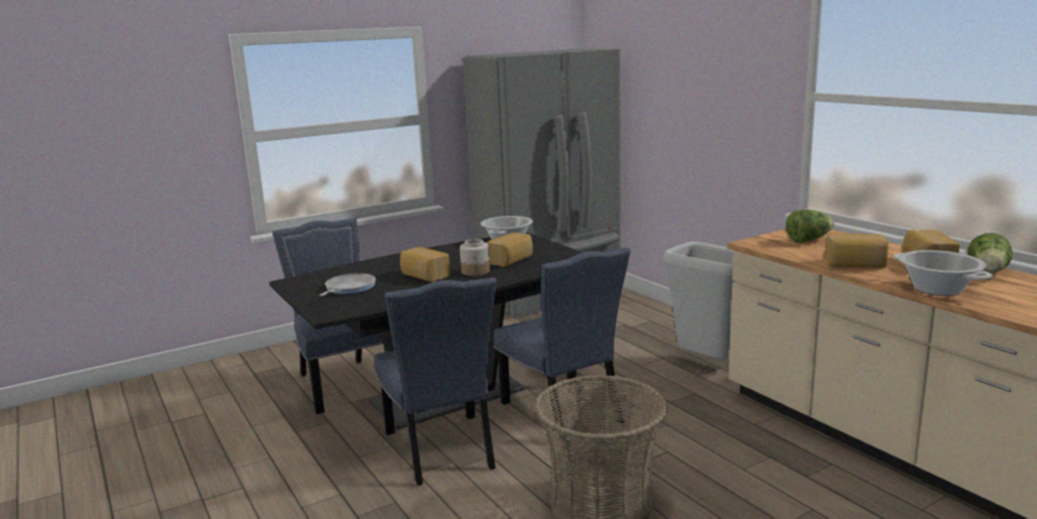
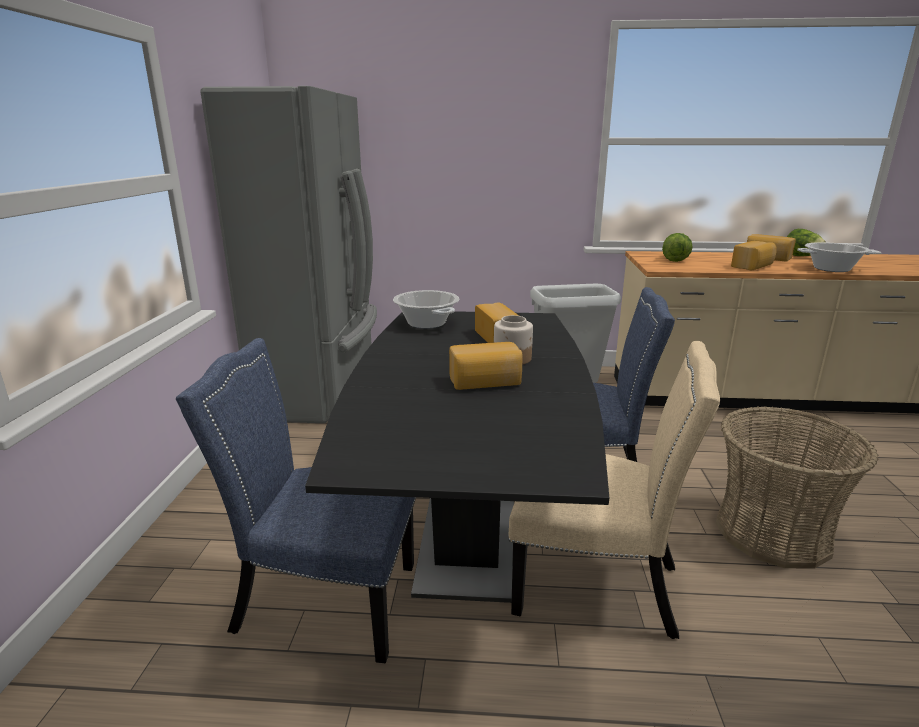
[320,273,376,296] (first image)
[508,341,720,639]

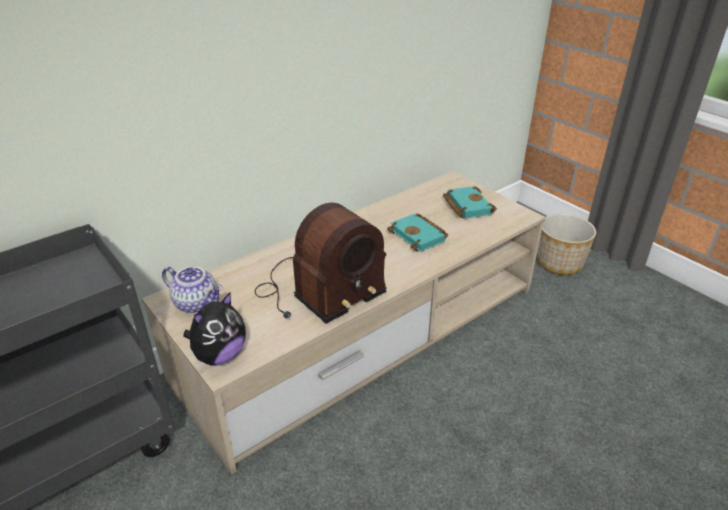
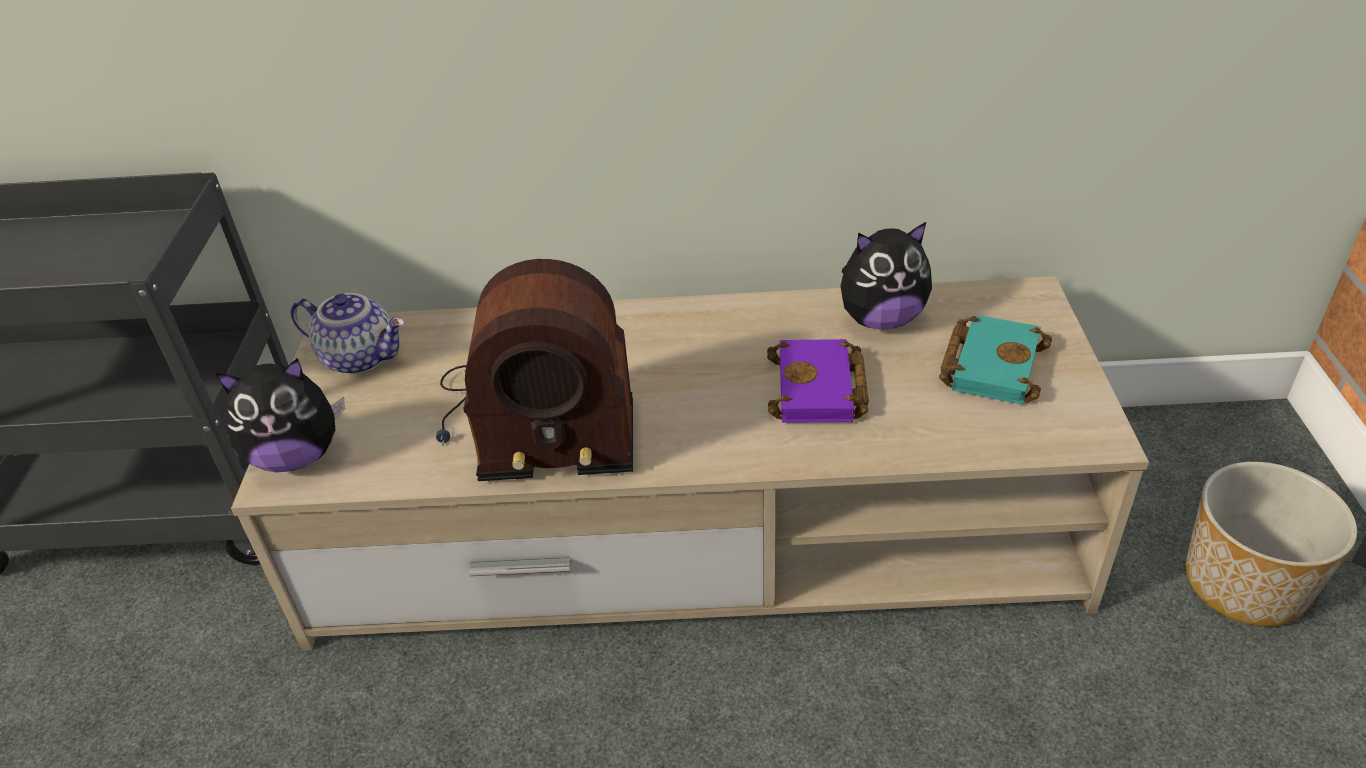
[841,222,932,330]
[767,339,869,422]
[291,293,405,375]

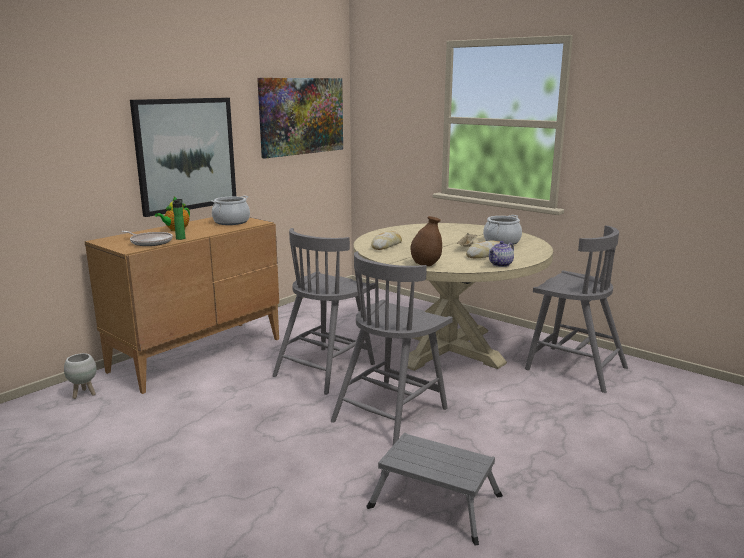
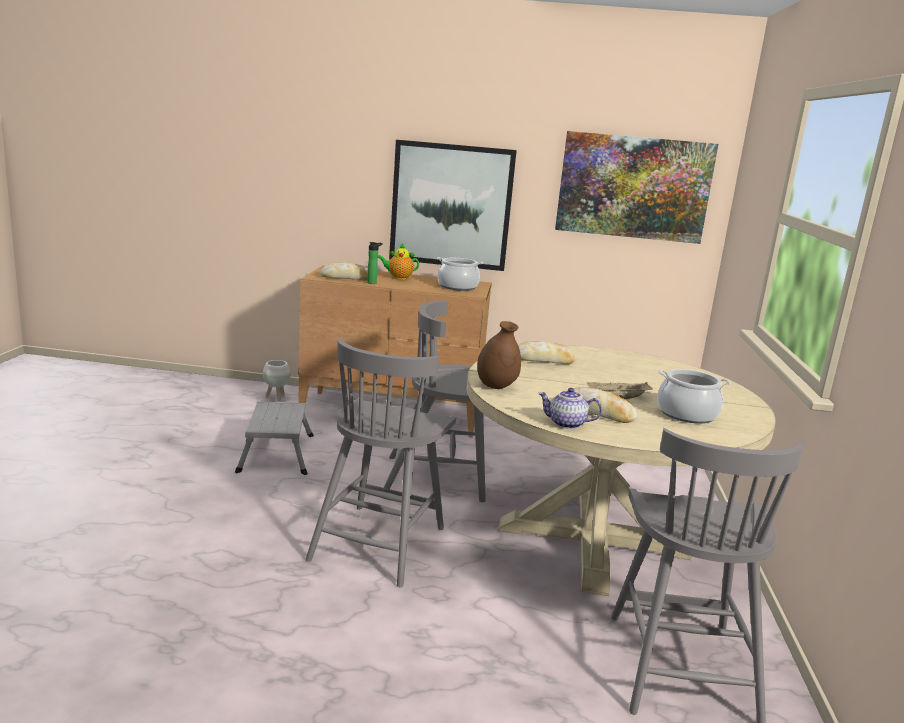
[235,401,314,475]
[321,262,368,280]
[305,338,456,587]

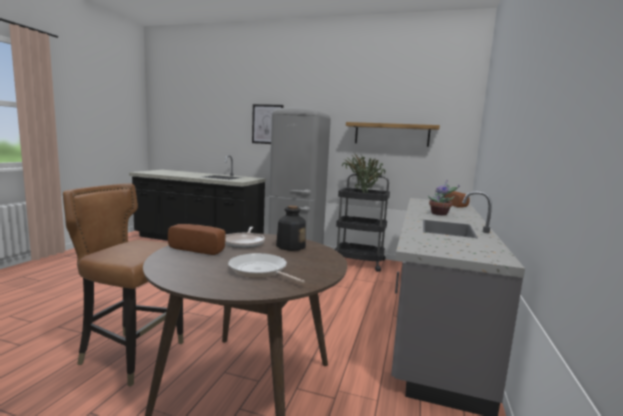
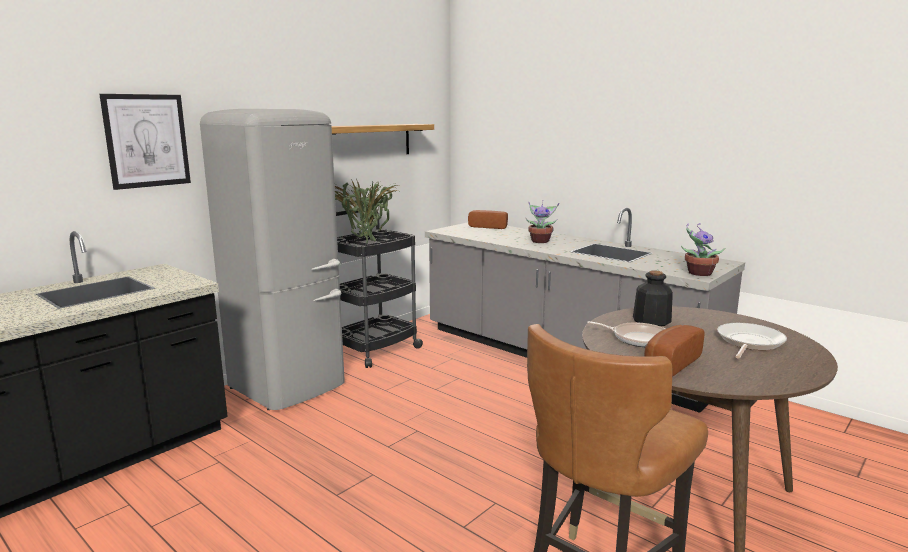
[681,223,725,276]
[717,323,787,359]

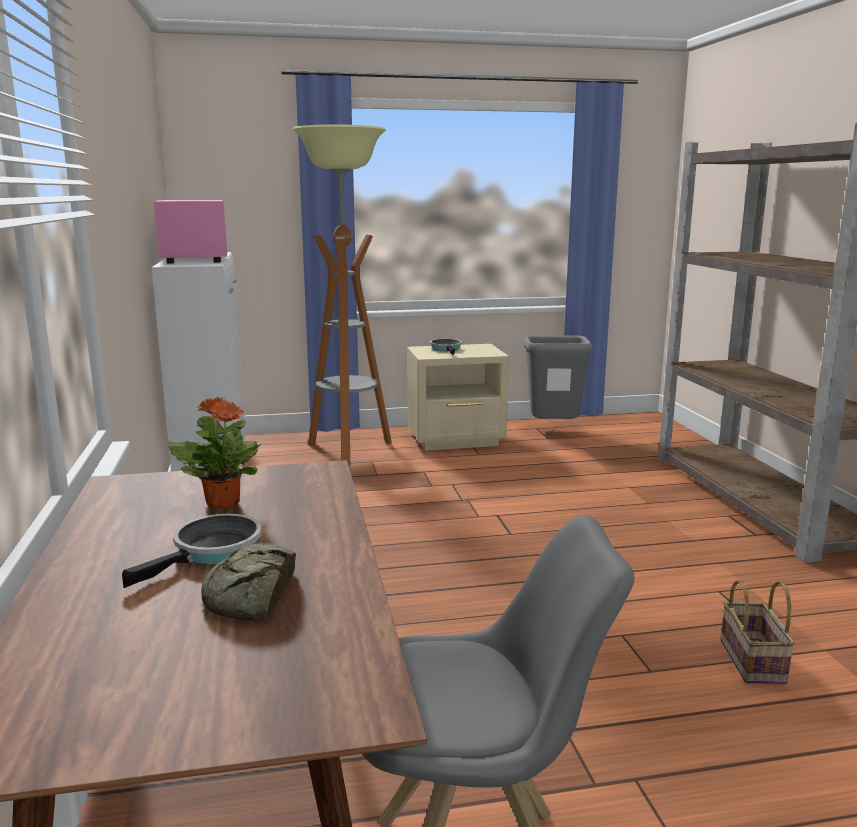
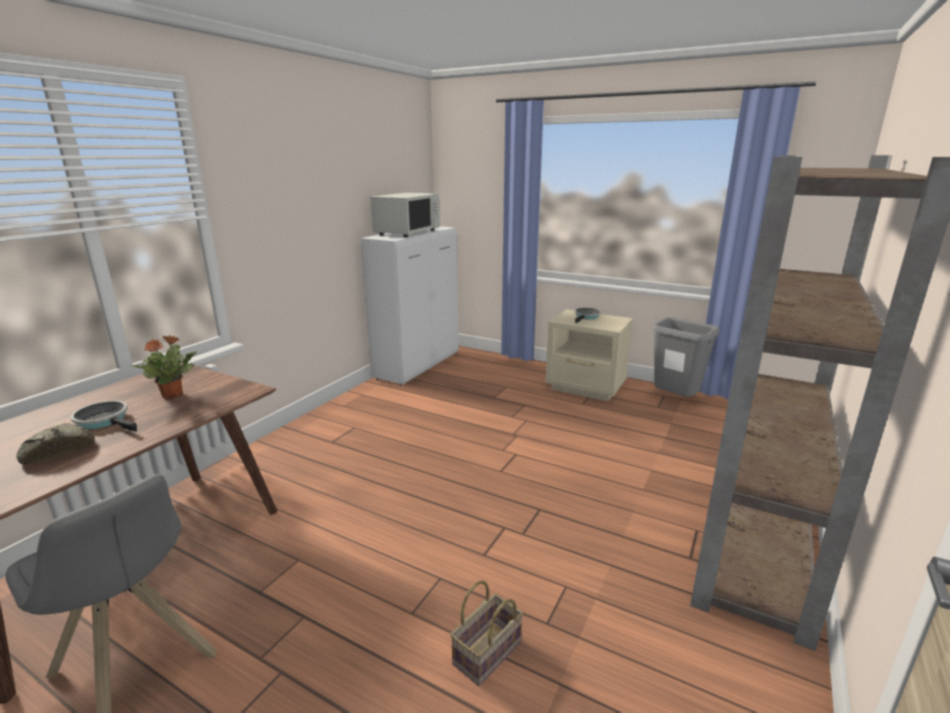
[293,124,392,466] (first image)
[370,193,440,238]
[70,400,137,432]

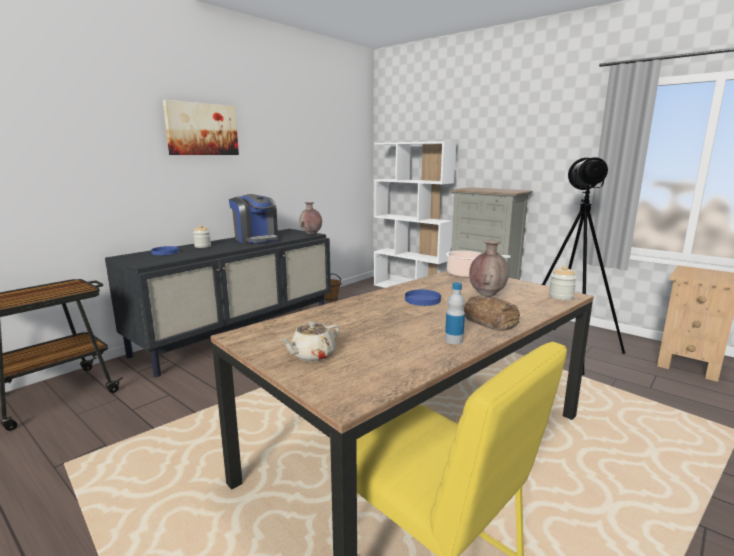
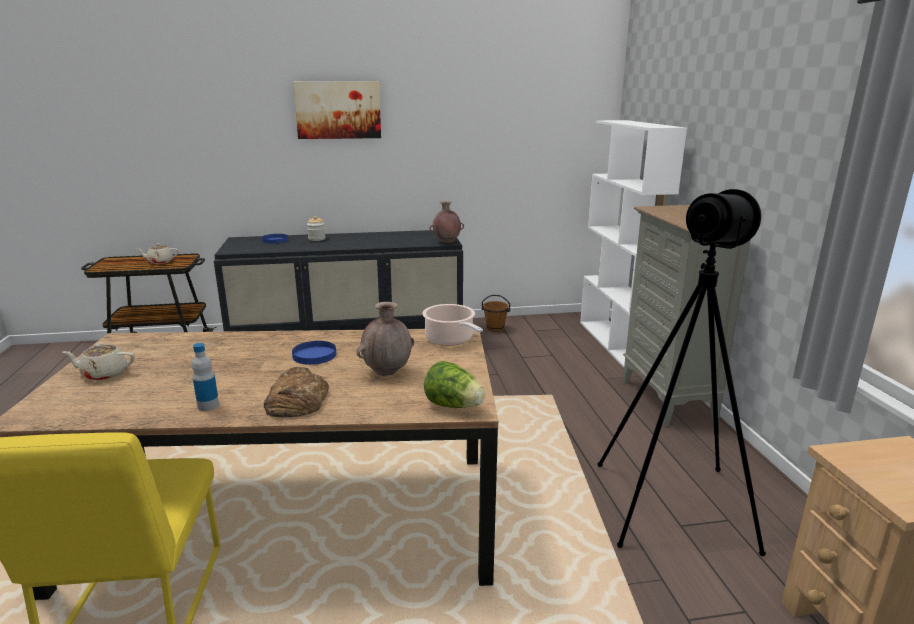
[229,194,278,243] (first image)
[137,243,179,264]
[424,361,485,408]

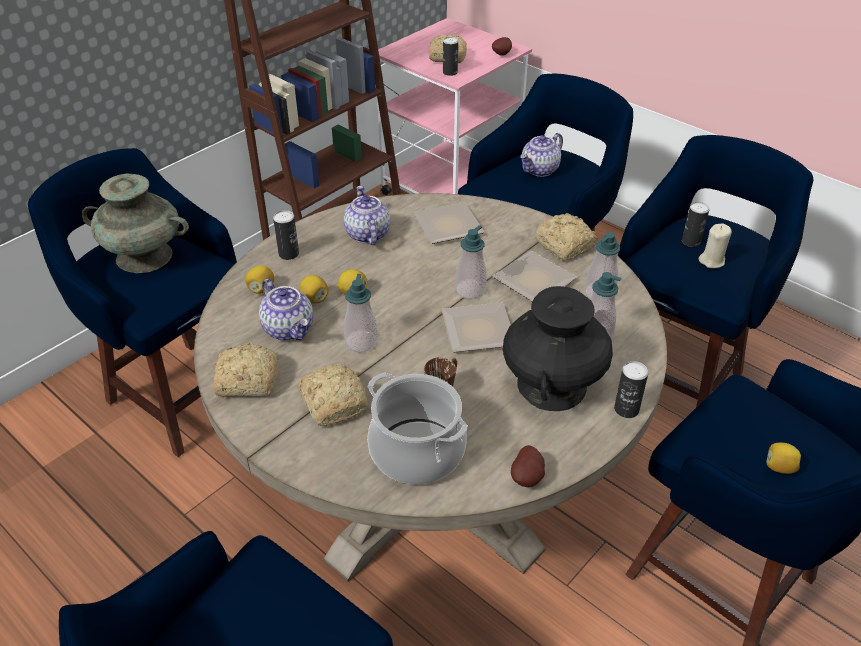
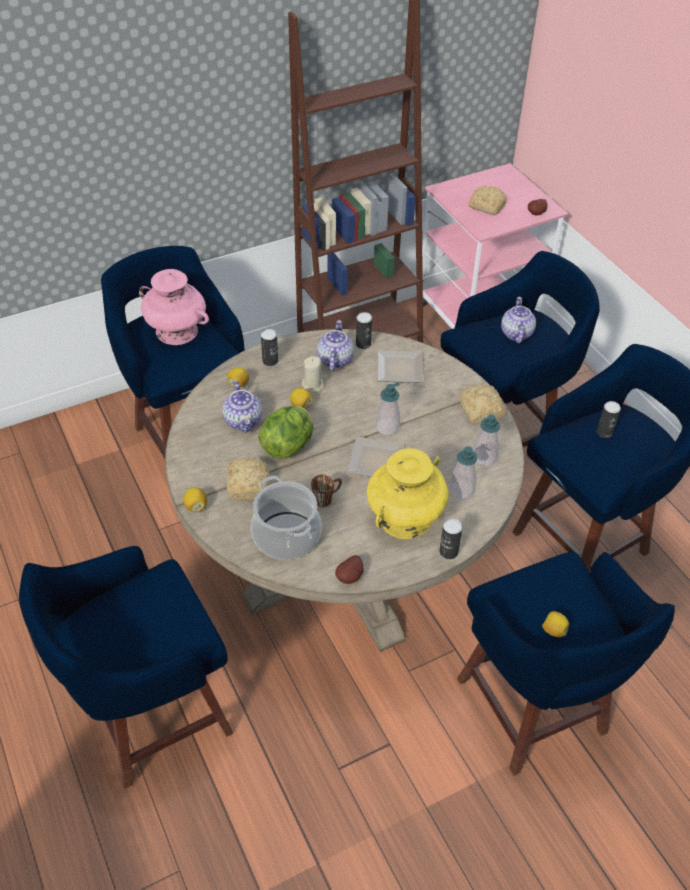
[214,343,278,397] (first image)
[492,251,577,301] (first image)
[183,487,207,512]
[356,312,372,349]
[302,356,325,393]
[258,406,313,459]
[139,269,209,345]
[367,448,449,539]
[501,297,536,343]

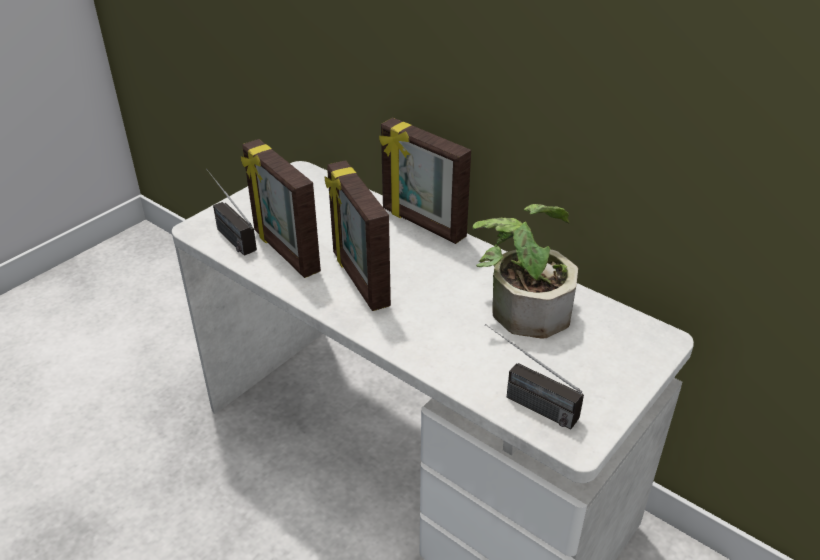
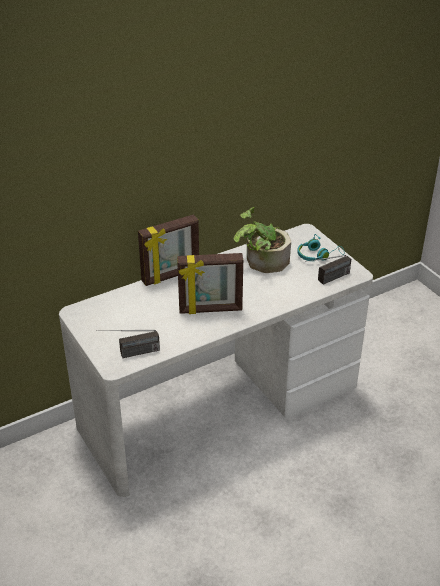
[241,139,321,278] (first image)
[297,234,344,261]

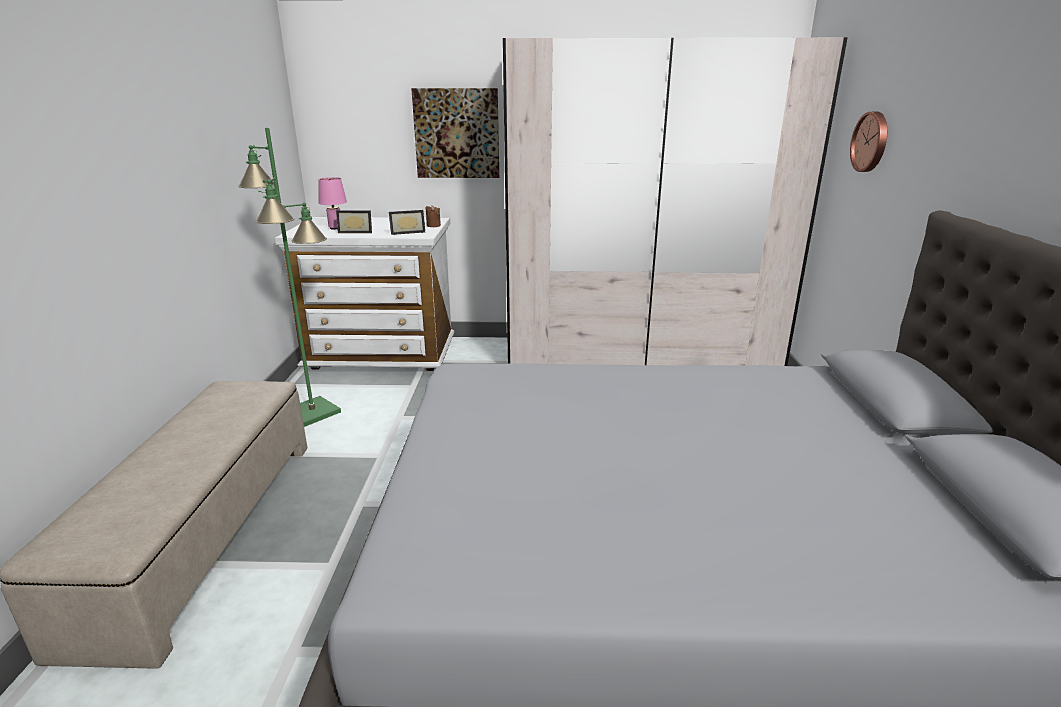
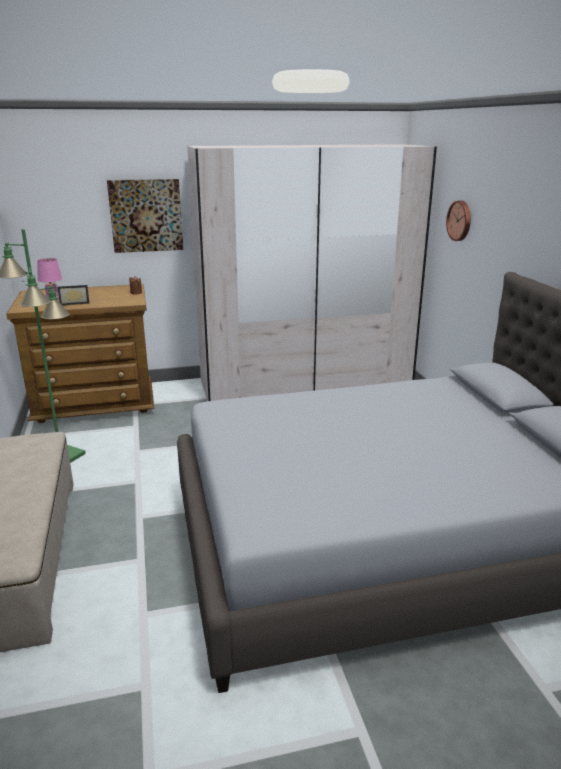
[389,210,425,235] (first image)
[6,284,154,423]

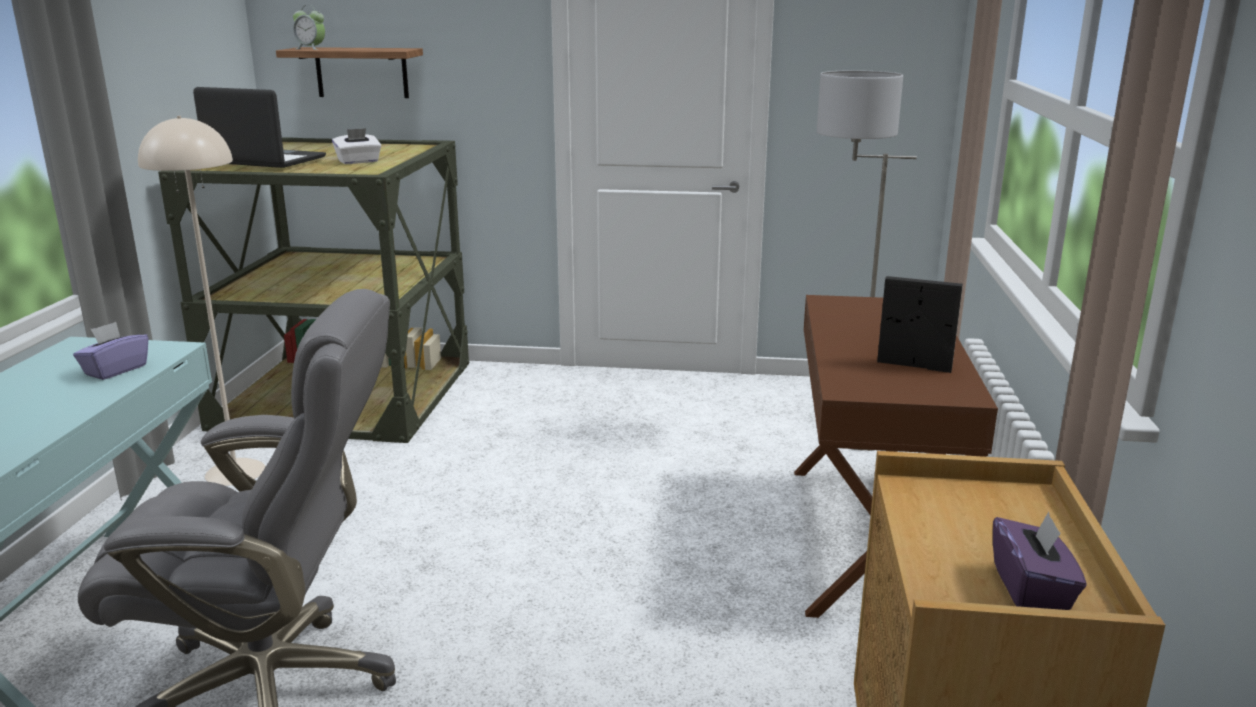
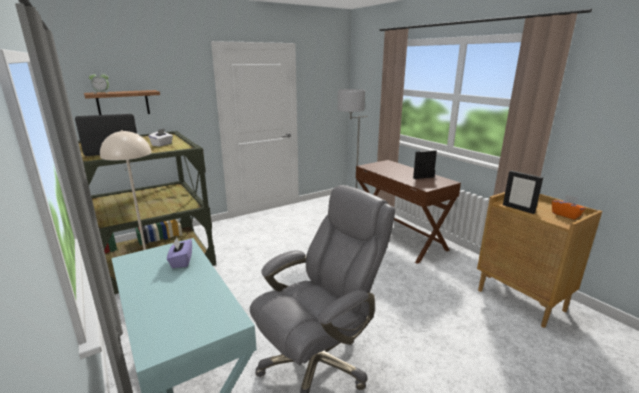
[503,170,543,214]
[552,195,586,220]

